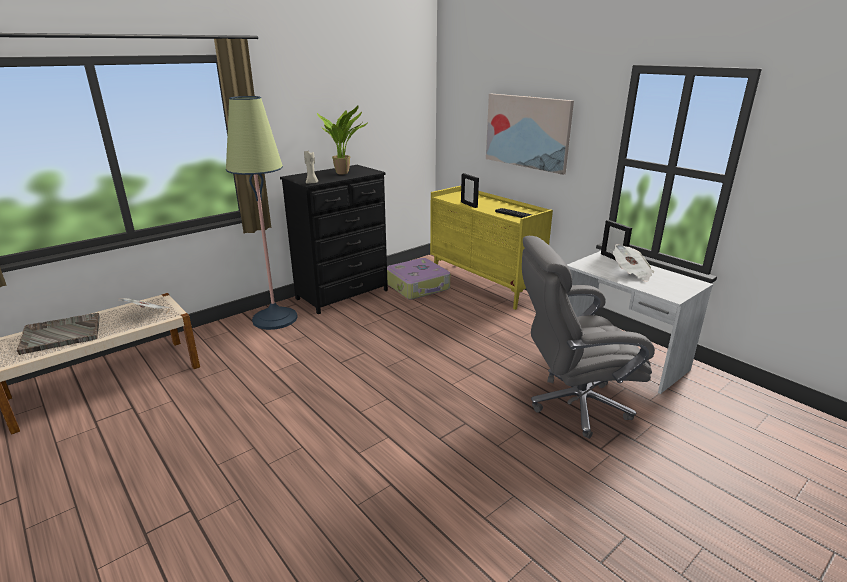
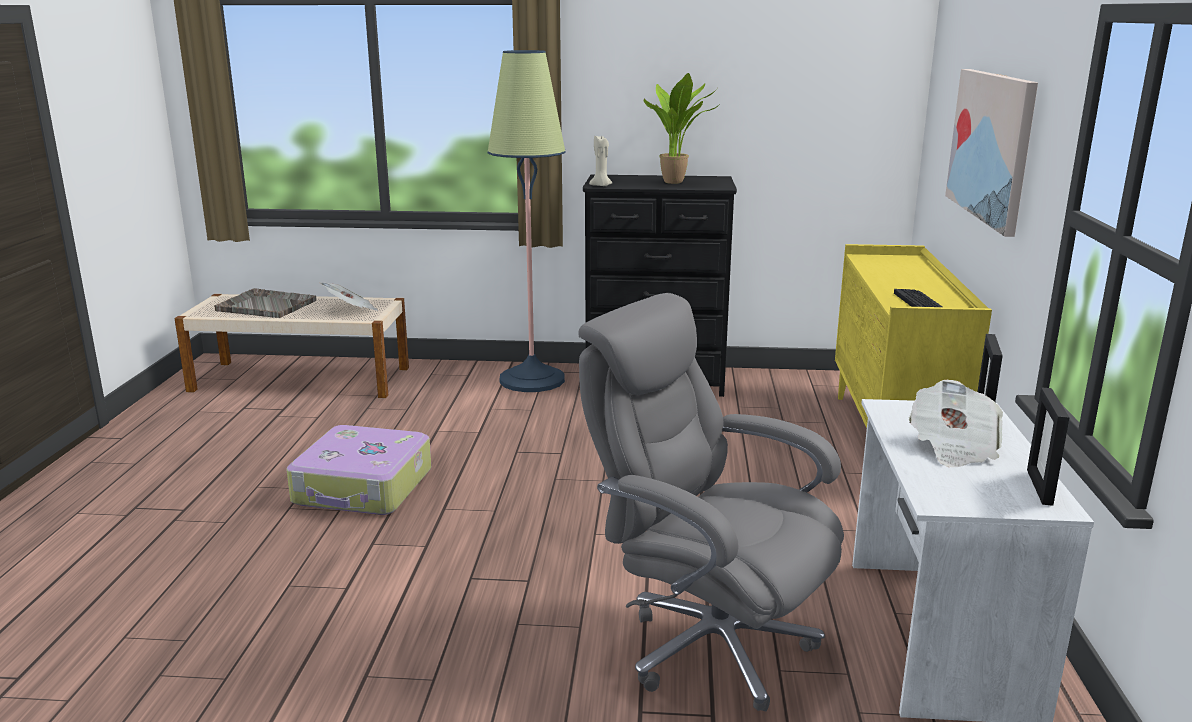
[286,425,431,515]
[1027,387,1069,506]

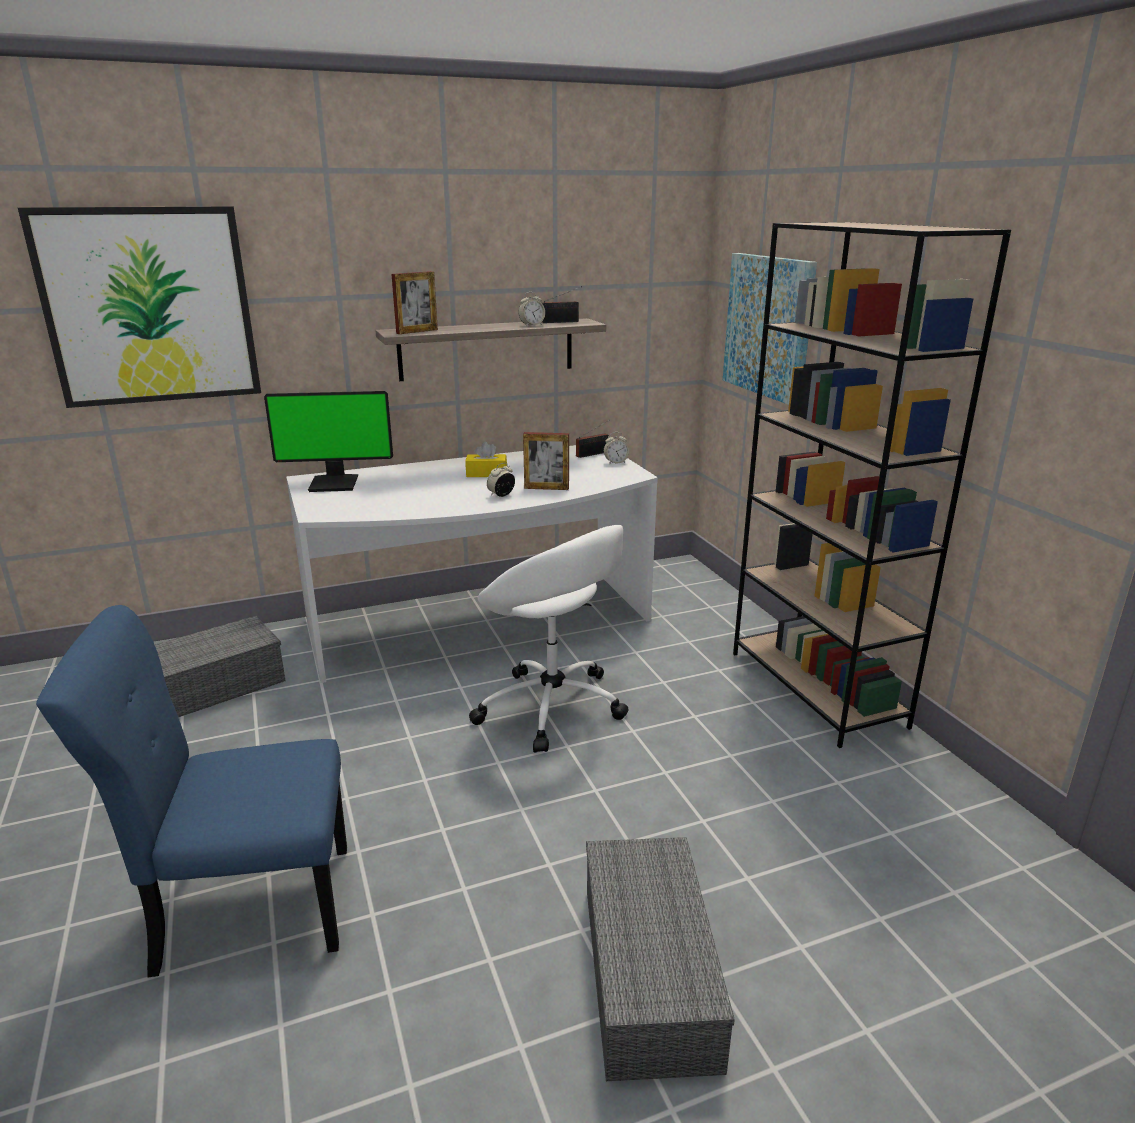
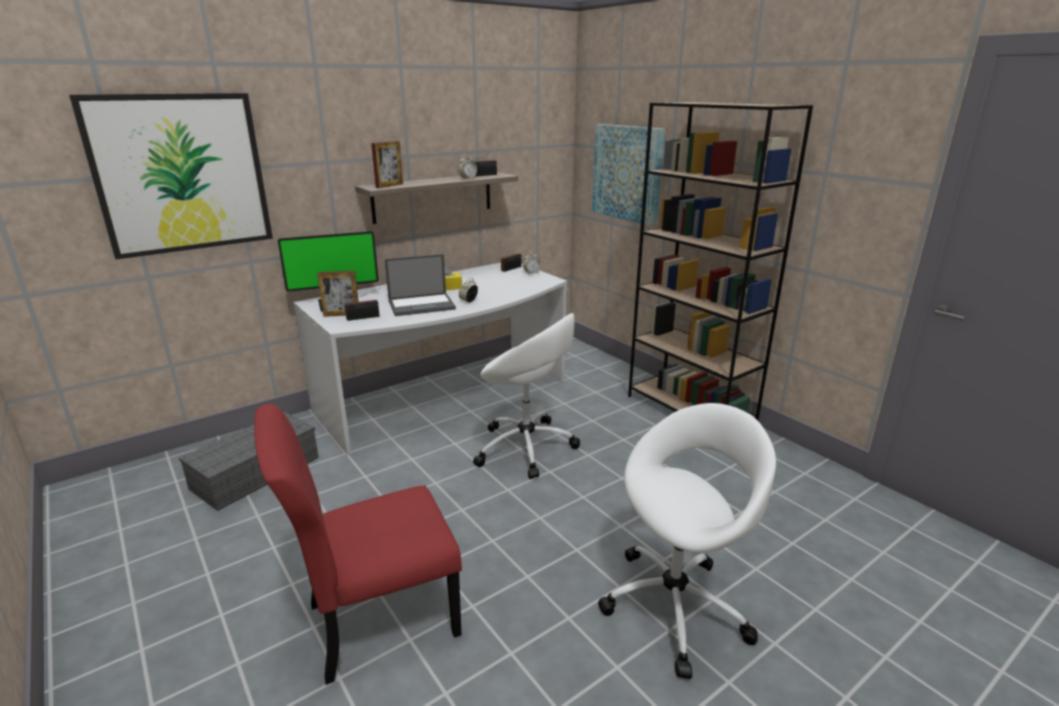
[344,288,380,321]
[385,254,456,316]
[317,271,359,317]
[598,403,776,679]
[254,404,462,685]

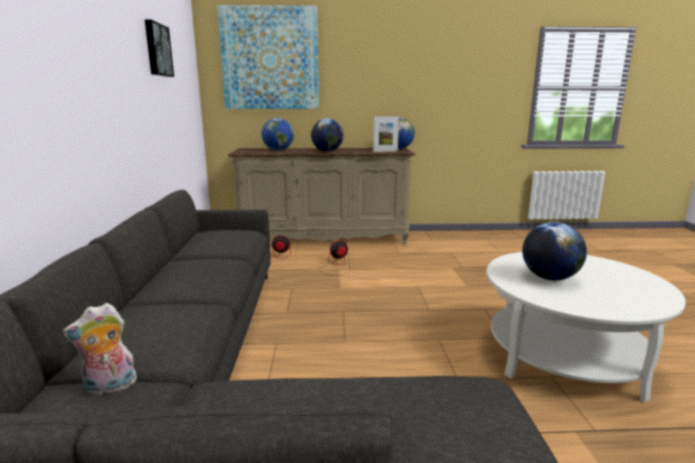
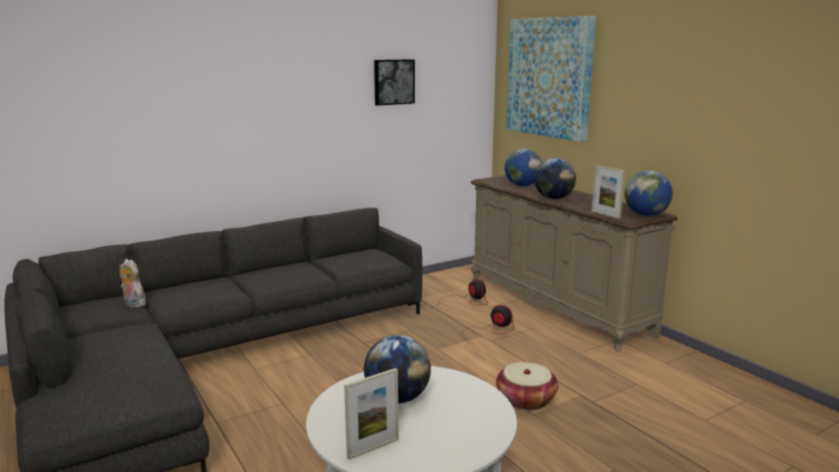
[344,368,399,460]
[496,362,558,410]

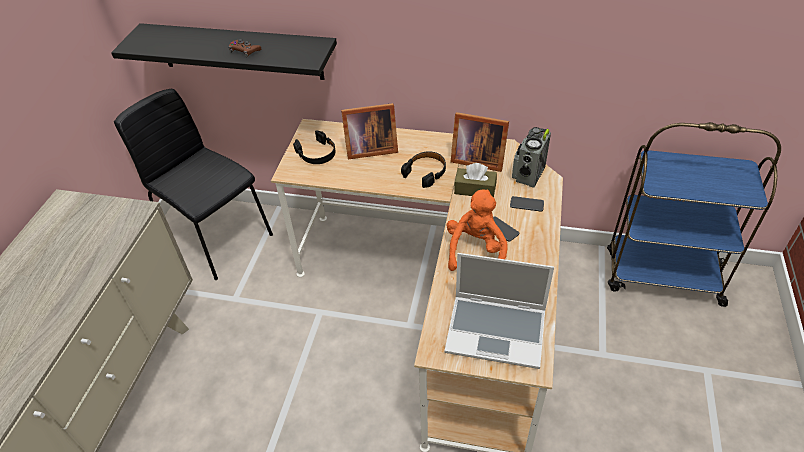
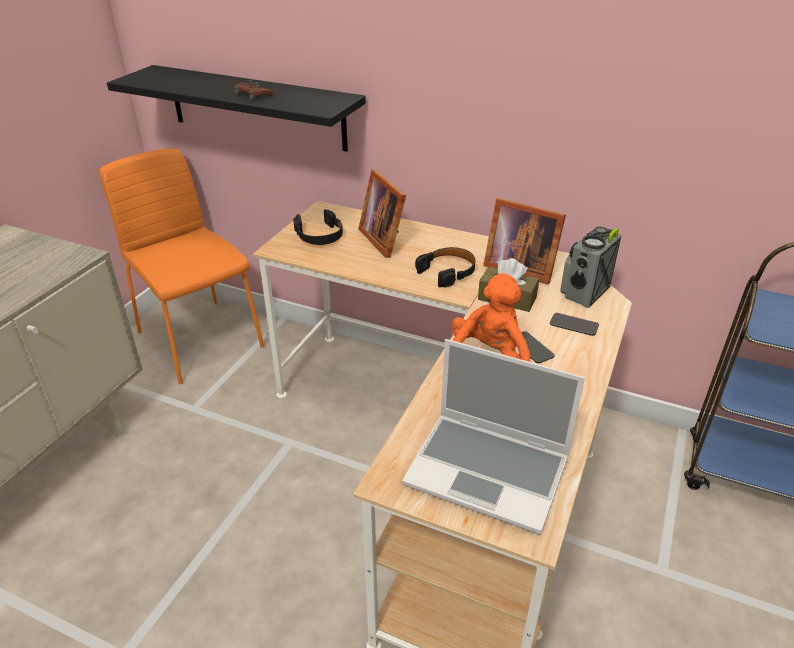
[99,149,265,384]
[358,170,406,258]

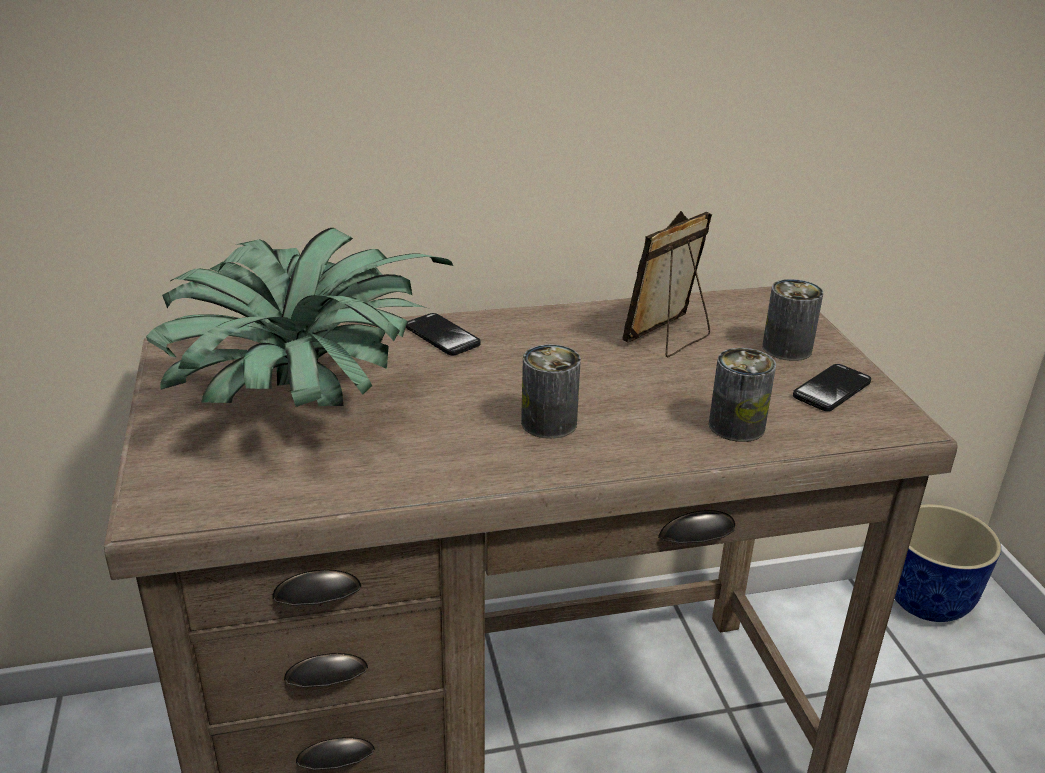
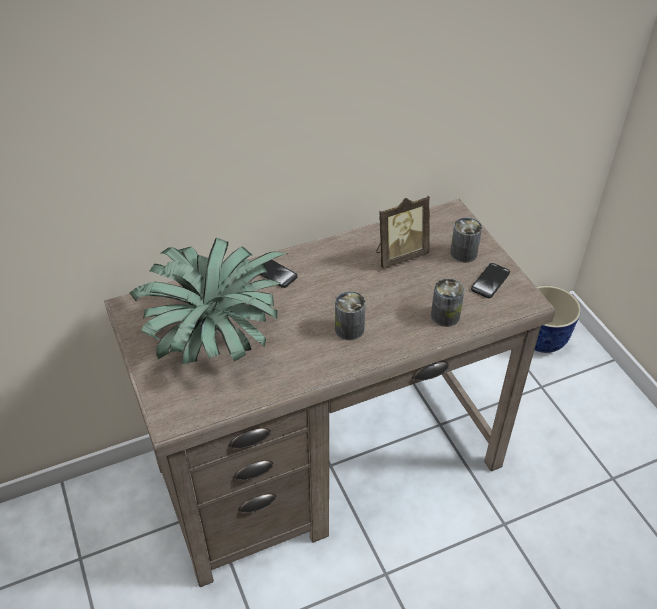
[376,196,430,269]

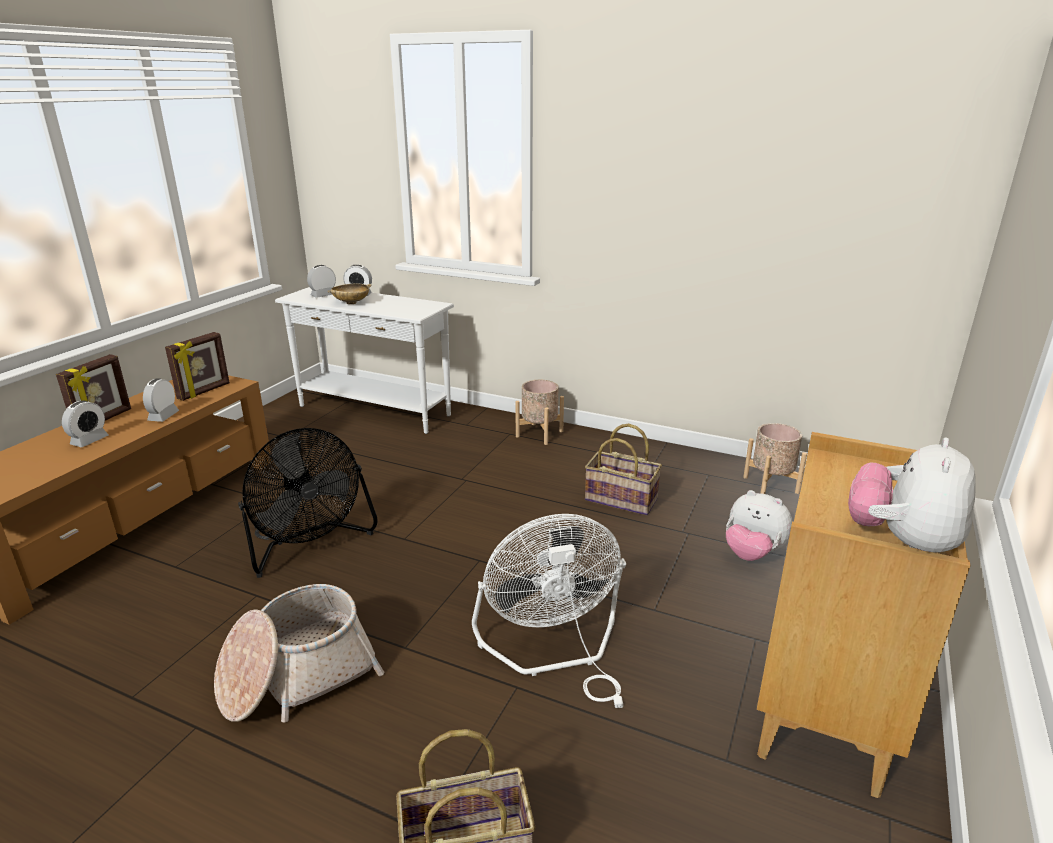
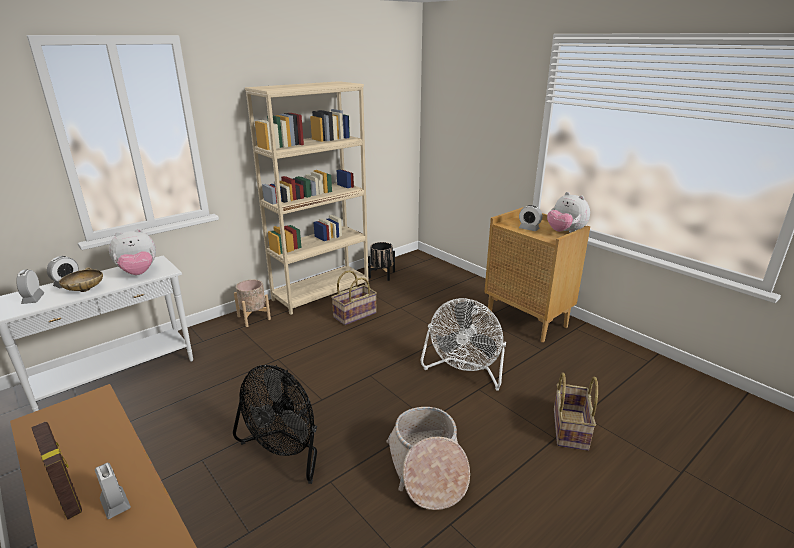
[165,332,230,401] (first image)
[245,81,368,315]
[519,205,542,231]
[109,229,156,275]
[368,242,395,281]
[233,365,317,484]
[421,298,506,390]

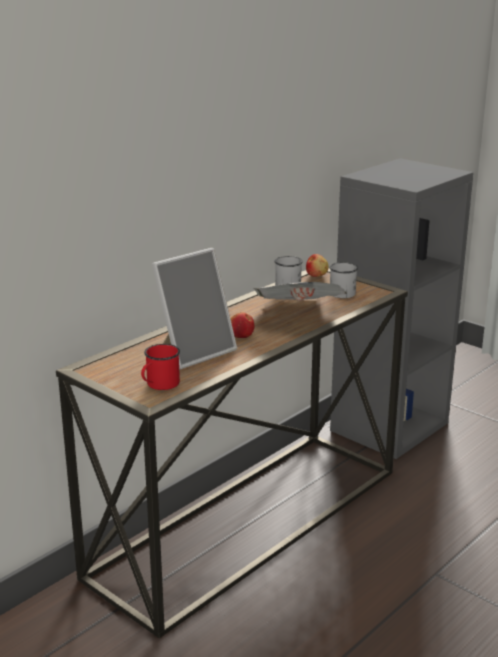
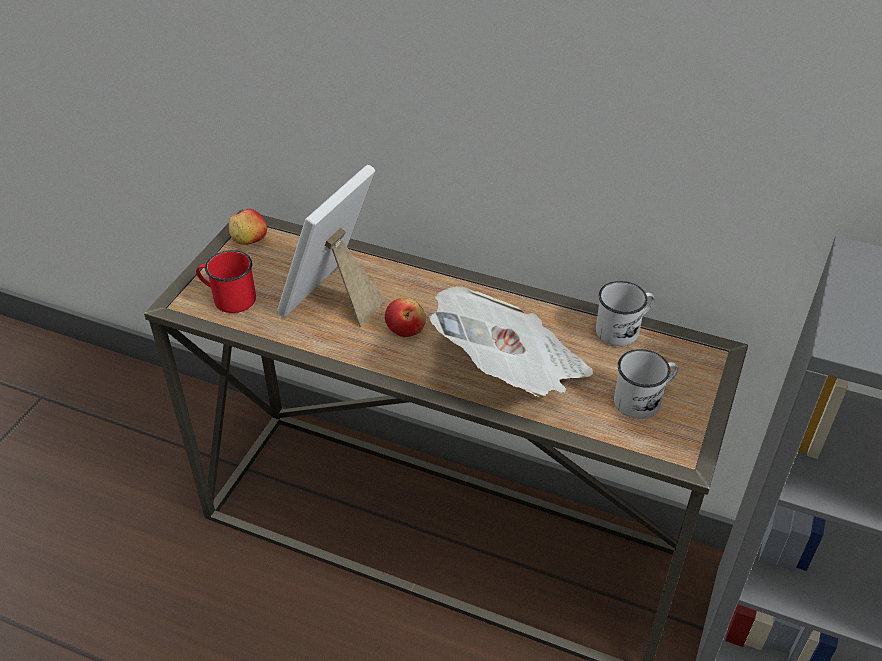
[229,209,267,245]
[277,165,386,327]

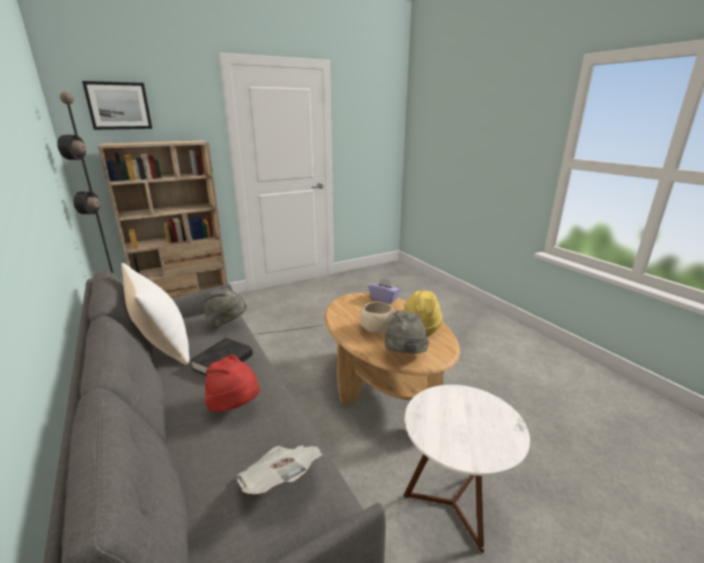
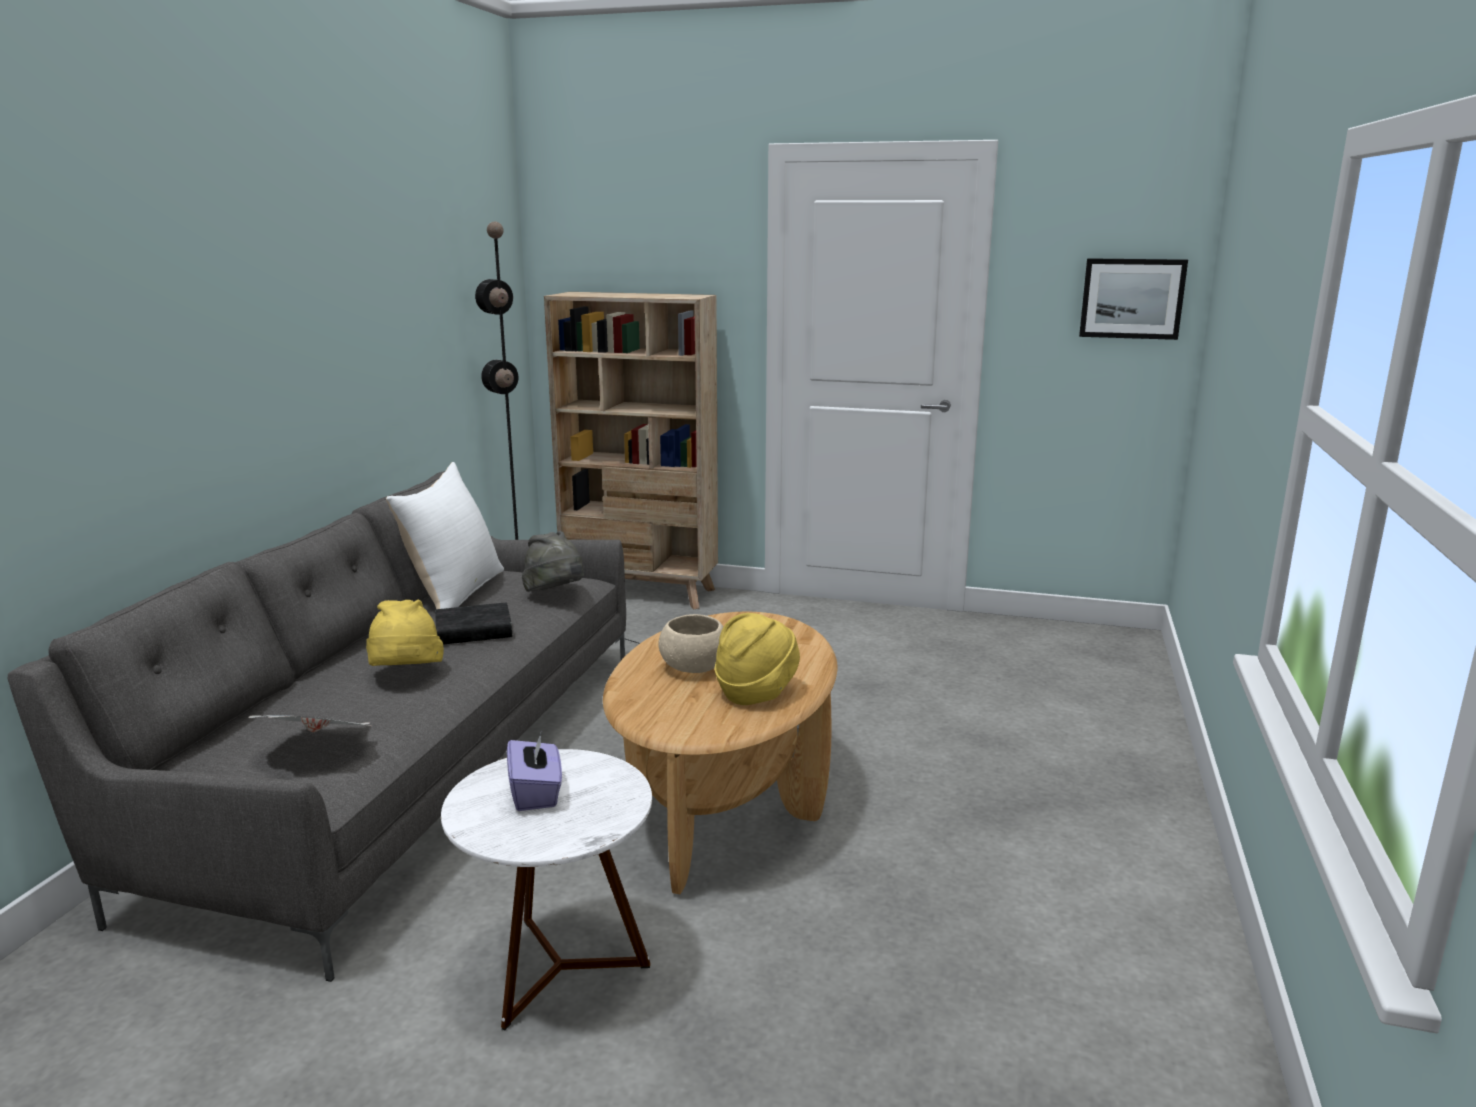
[384,311,429,354] (first image)
[1079,258,1188,340]
[507,733,562,811]
[366,600,444,666]

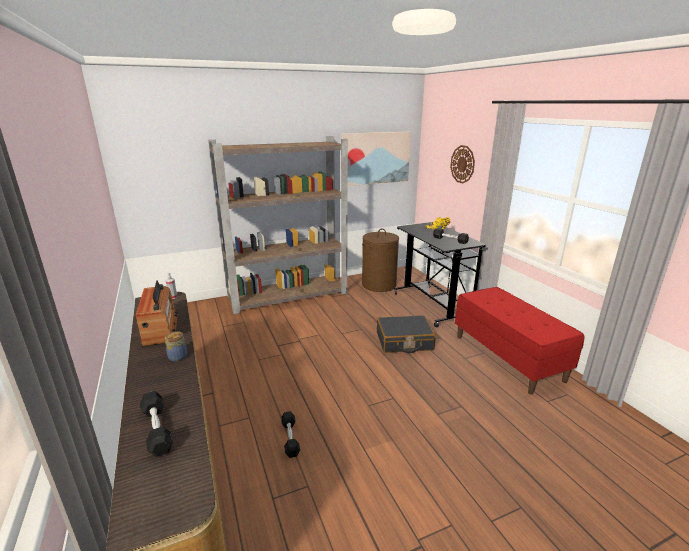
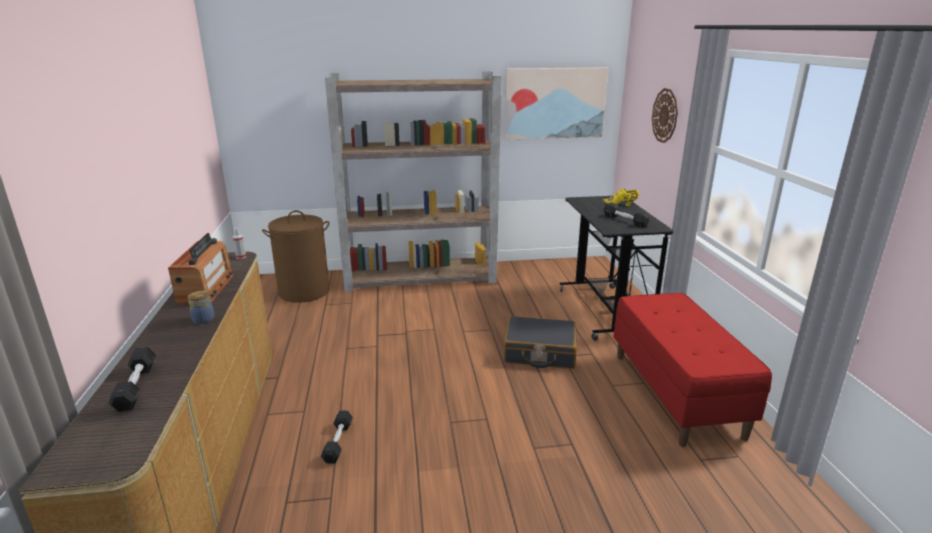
[262,210,330,303]

